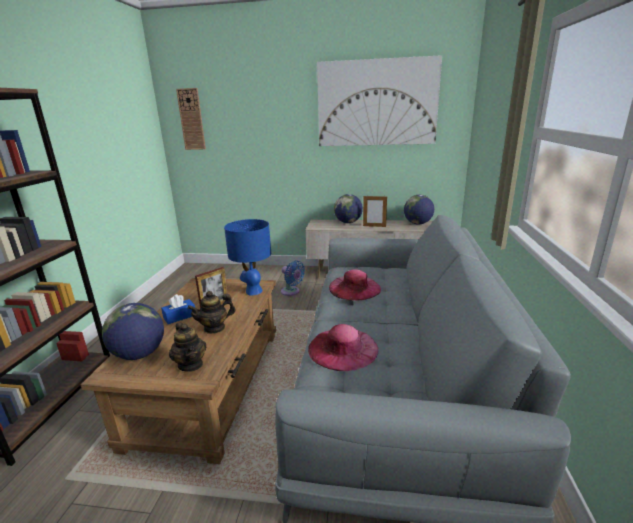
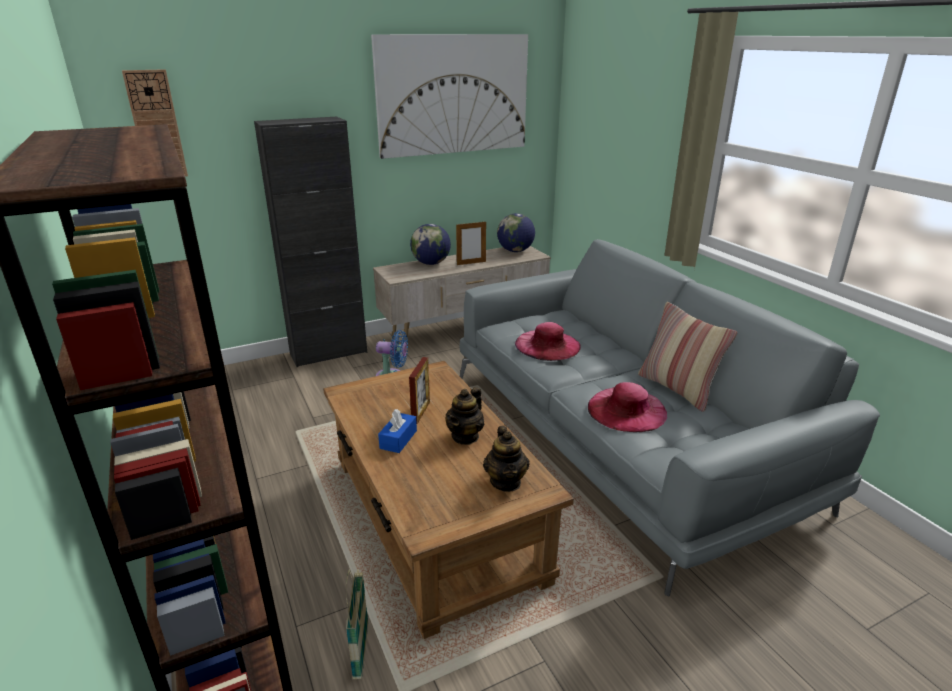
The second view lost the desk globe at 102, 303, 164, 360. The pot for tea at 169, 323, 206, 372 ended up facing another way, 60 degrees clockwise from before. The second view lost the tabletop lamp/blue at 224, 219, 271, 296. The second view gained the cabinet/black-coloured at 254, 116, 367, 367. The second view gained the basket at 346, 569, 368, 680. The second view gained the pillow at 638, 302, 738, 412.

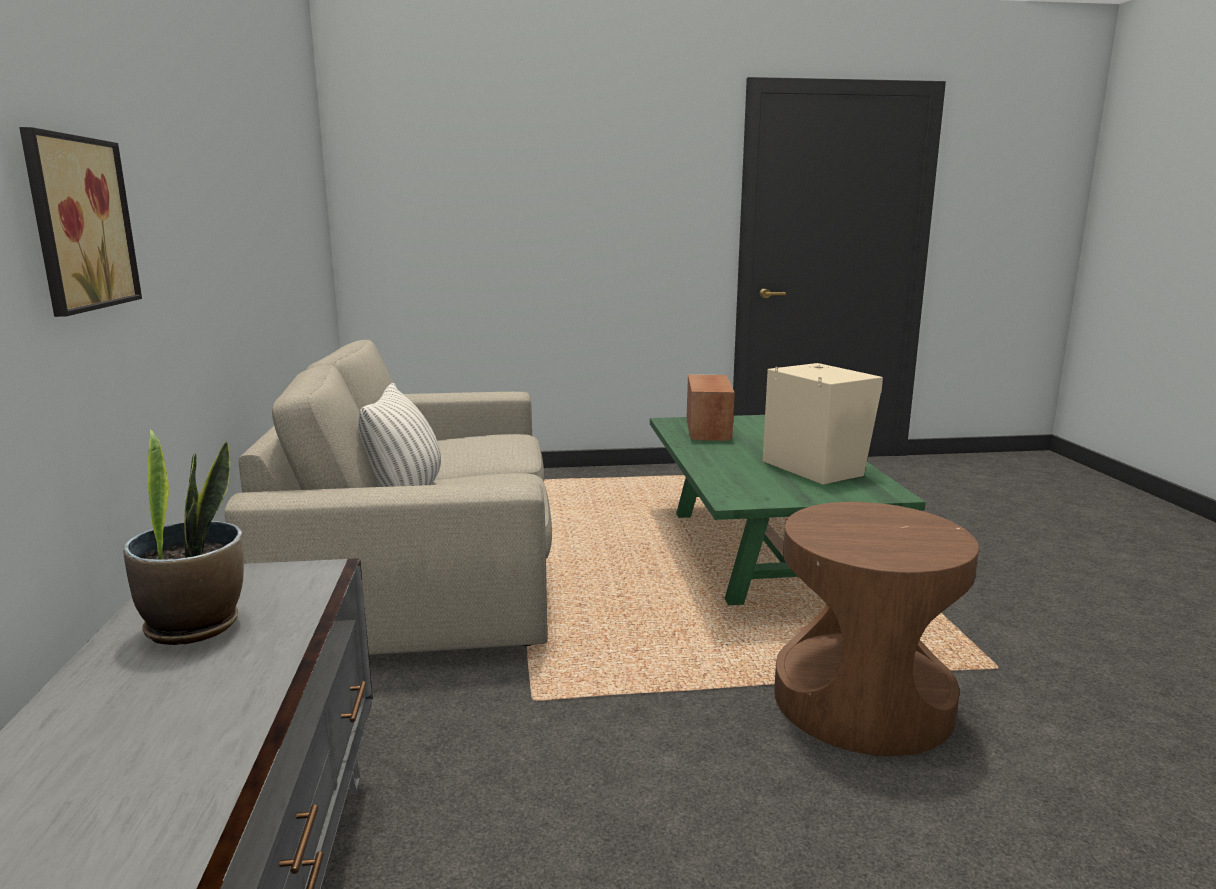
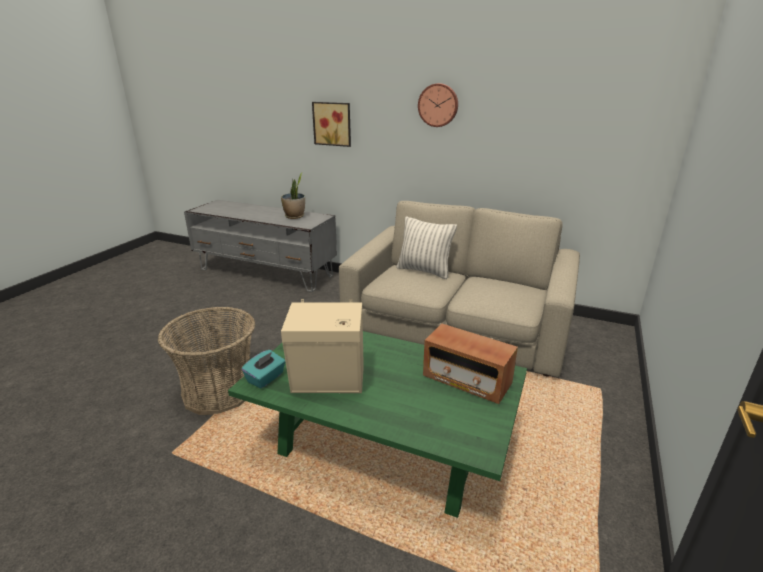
Where the accent table/brown-coloured stood at 774, 502, 979, 756, the basket came to stand at 158, 306, 255, 415. The second view gained the tissue holder/turquoise at 242, 350, 285, 388. The second view gained the hanging clock at 418, 83, 458, 127.

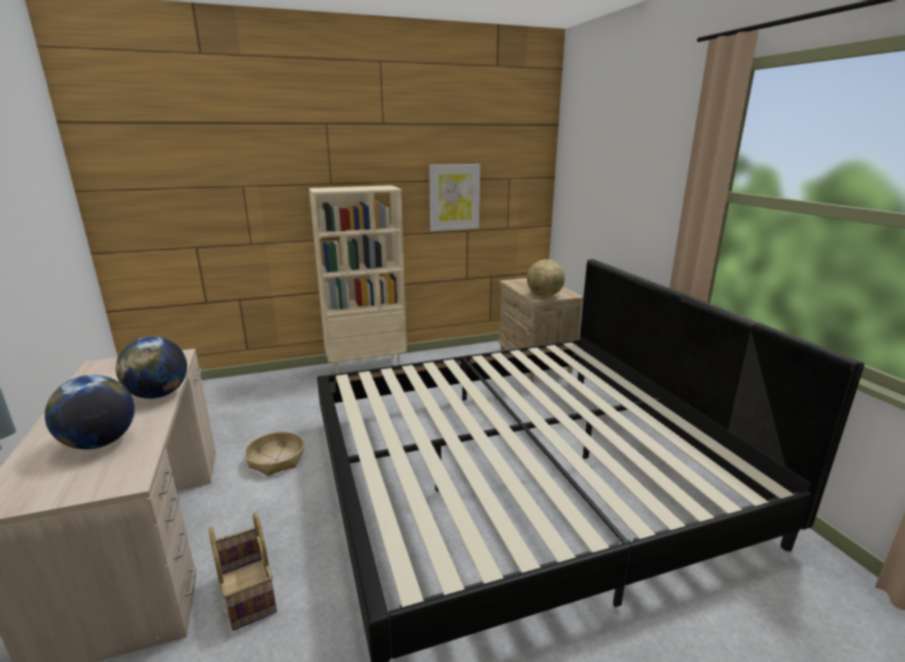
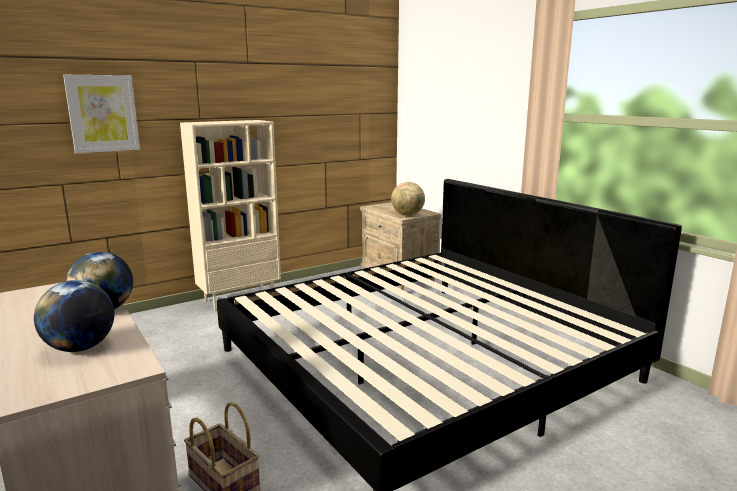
The second view lost the basket at 245, 432, 304, 476. The wall art ended up elsewhere, having gone from 429, 164, 480, 231 to 63, 75, 140, 153.

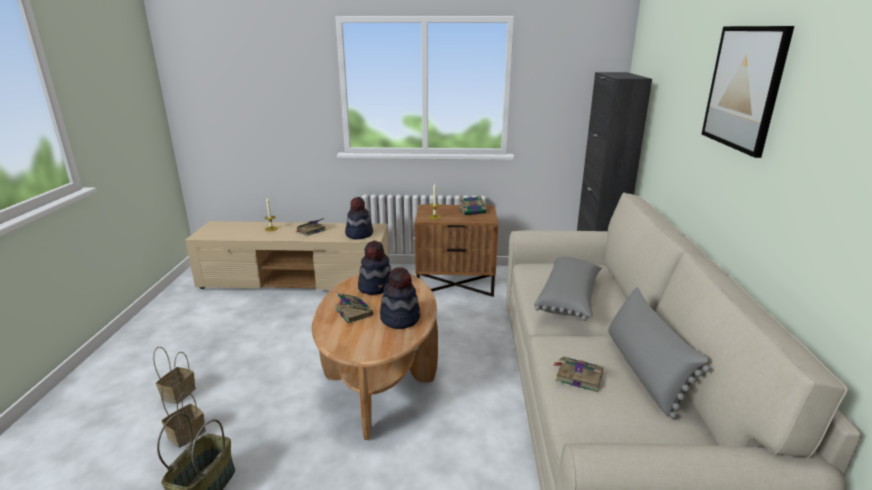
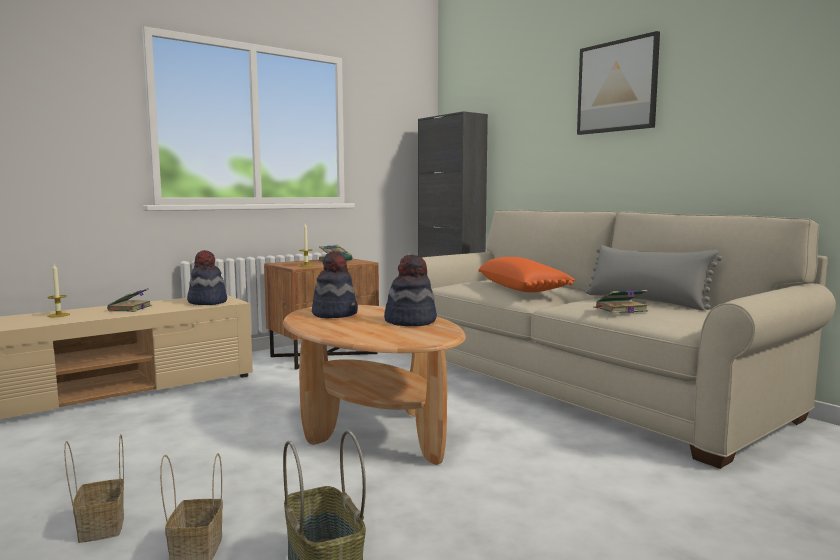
The second view lost the book at 335, 293, 373, 324. What was the pillow/gray at 534, 256, 602, 321 turned into the pillow/orange-coloured at 478, 257, 575, 293.

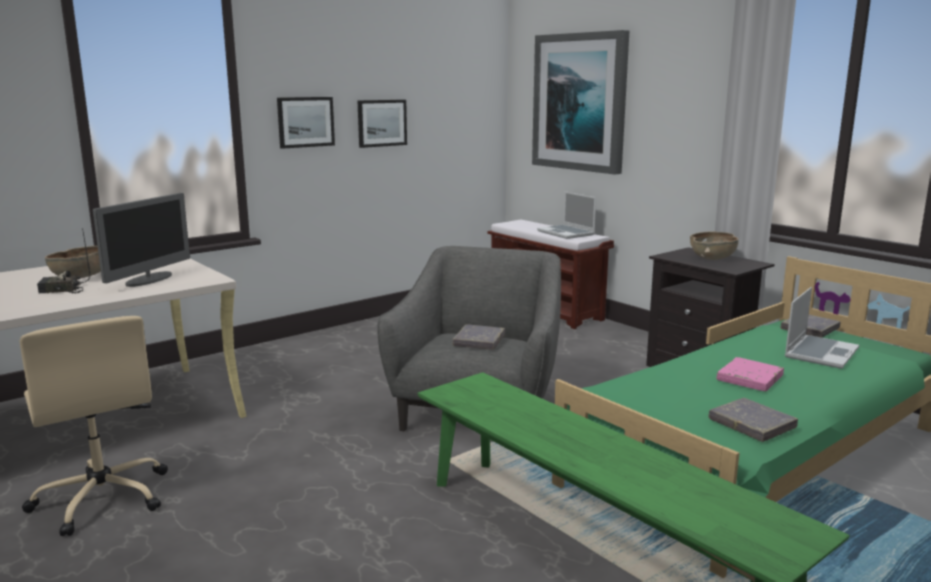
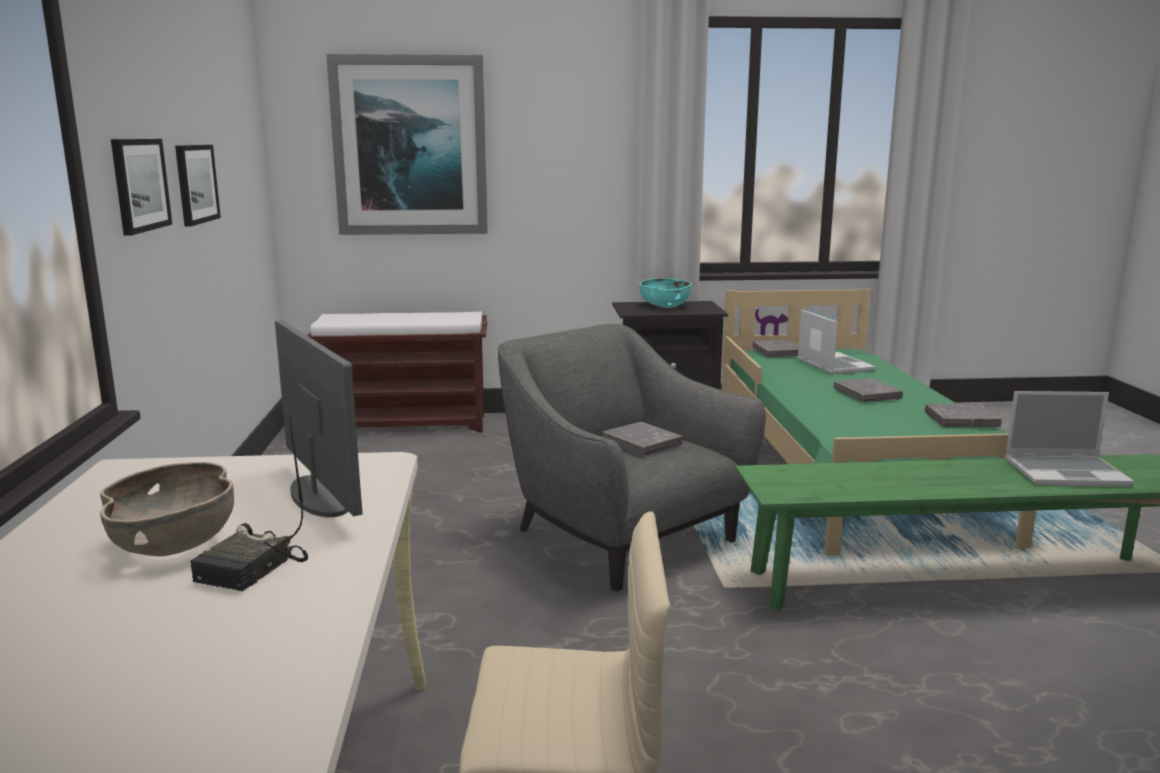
The portable computer ended up elsewhere, having gone from 537, 191, 596, 239 to 1005, 391, 1134, 487. What was the bowl/brown-coloured at 690, 232, 739, 260 turned into the bowl/turquoise at 640, 278, 692, 308. What was the book/pink-coloured at 717, 357, 784, 391 turned into the book/gray at 834, 378, 903, 402.

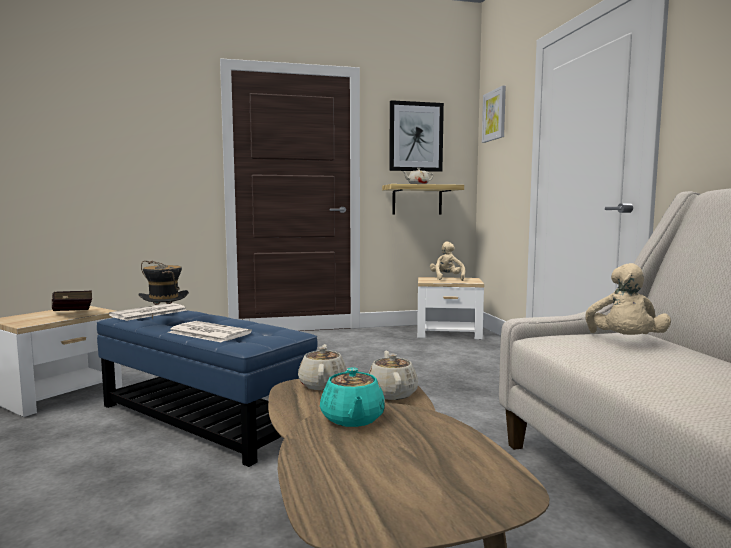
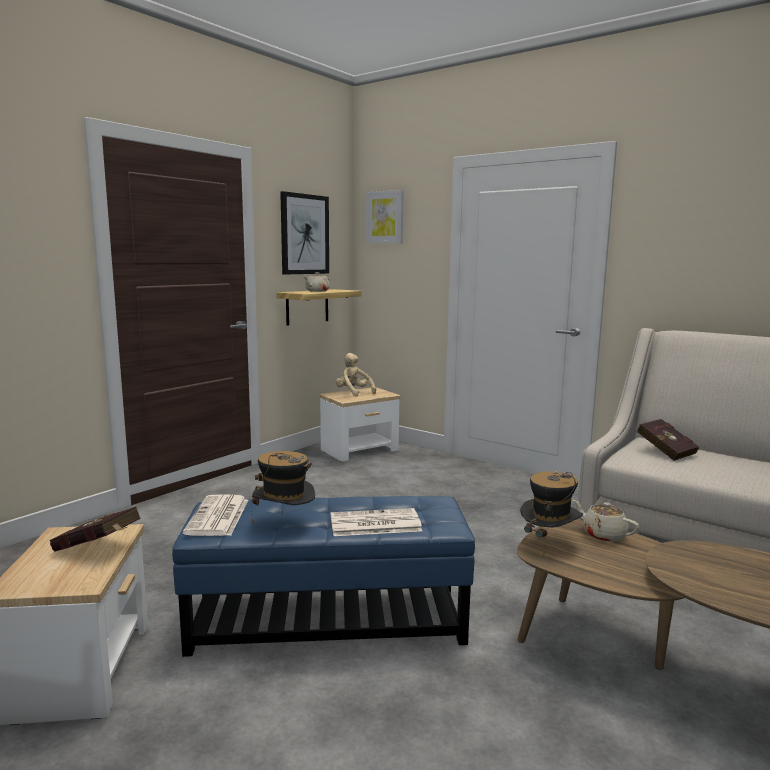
Where the pot for tea/sand-coloured stood at 298, 344, 347, 390, the hat came to stand at 520, 471, 583, 557. The second view lost the pot for tea/turquoise at 320, 368, 385, 427. Where the cuddly toy/sand-coloured stood at 585, 263, 671, 335, the book/red-coloured came to stand at 637, 419, 699, 461.

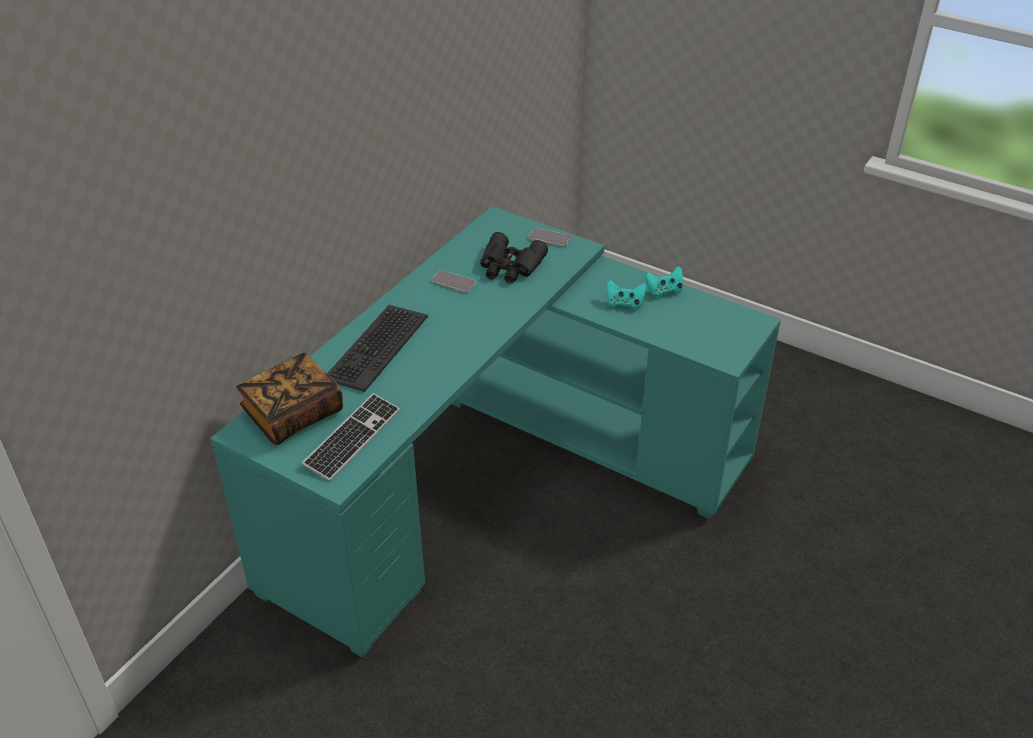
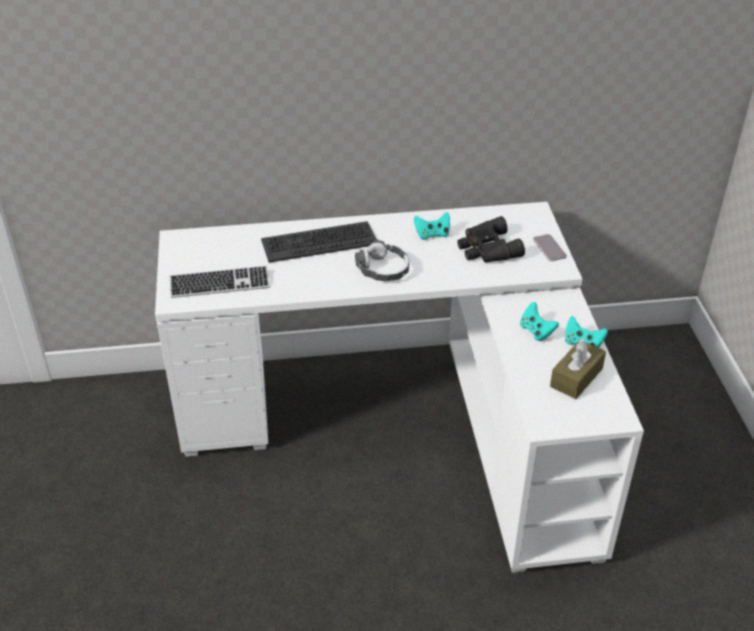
What was the desk table/turquoise at 210, 206, 781, 658 turned into the desk table/whitish at 155, 202, 644, 573. The second view lost the book at 236, 353, 343, 445. Where the handset stood at 431, 270, 476, 293, the game controller/turquoise came to stand at 414, 212, 450, 240. The second view gained the headphones at 355, 240, 409, 282. The second view gained the tissue holder/brown-coloured at 550, 339, 606, 399.

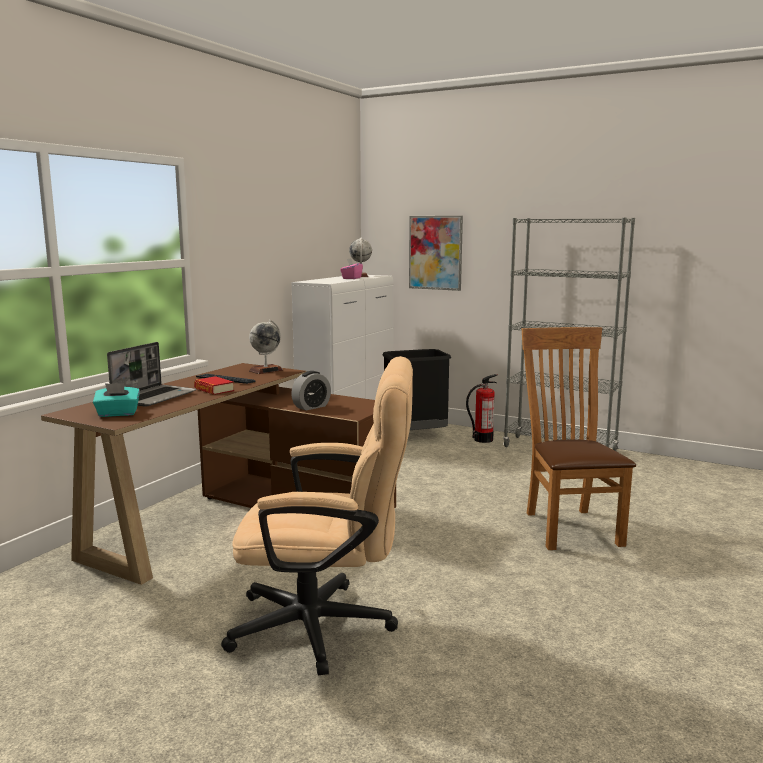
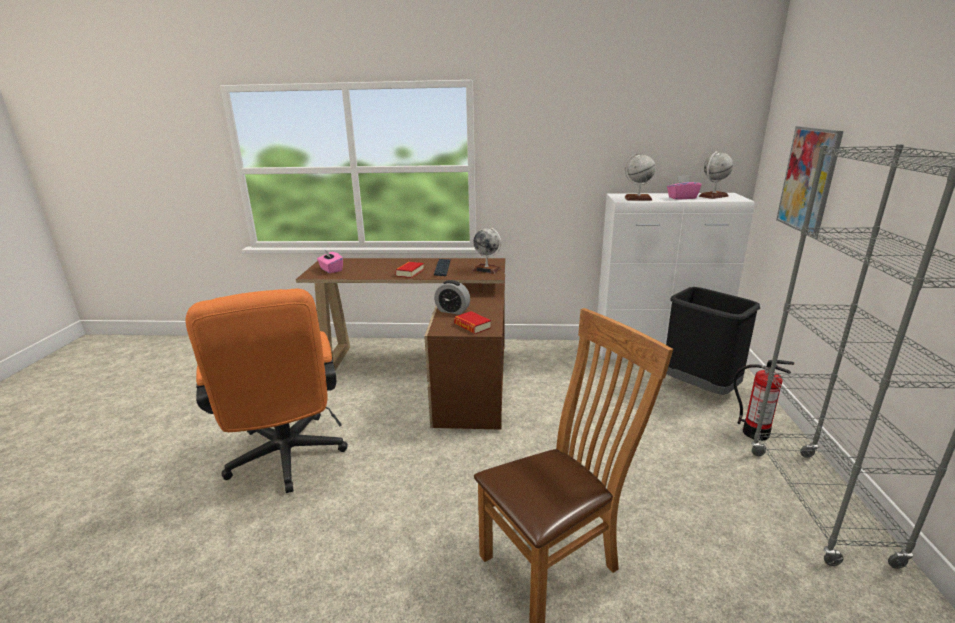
What was the tissue holder/turquoise at 93, 383, 140, 417 turned into the tissue holder/pink-coloured at 317, 250, 343, 273. The second view lost the portable computer at 107, 342, 196, 407. What was the computer chair/sand-coloured at 221, 356, 413, 676 turned into the computer chair/orange-coloured at 185, 289, 348, 493. The second view gained the book at 454, 311, 491, 334. The second view gained the desk globe at 624, 153, 656, 201.

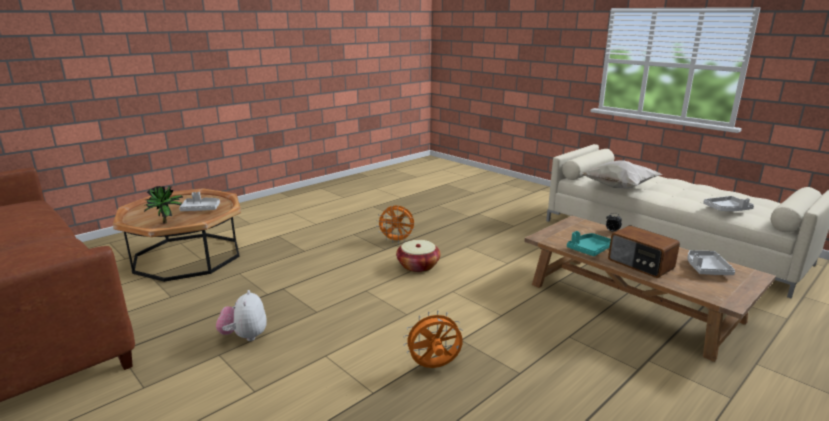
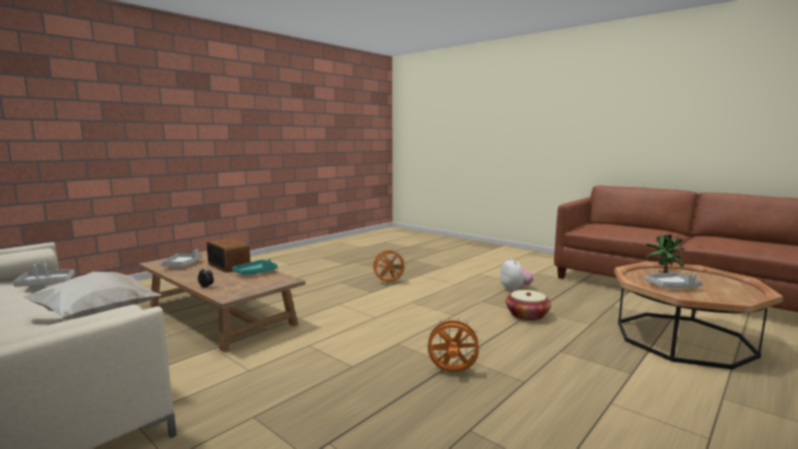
The basket ended up elsewhere, having gone from 396, 240, 441, 272 to 506, 290, 551, 321.

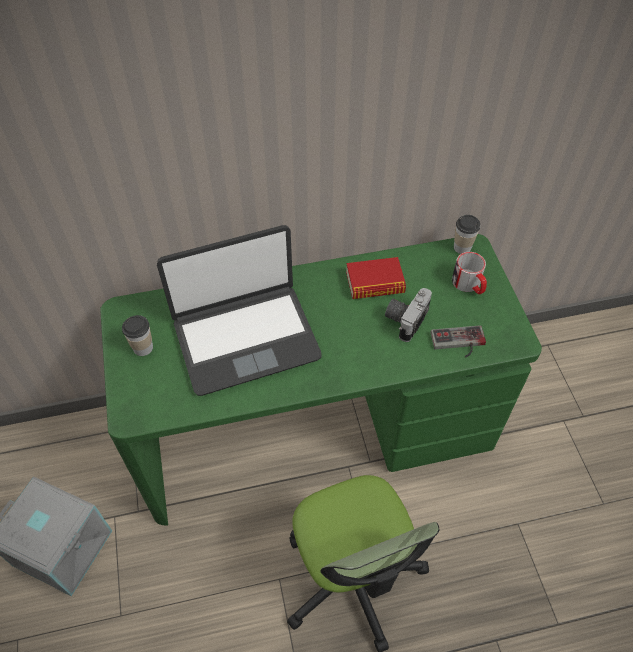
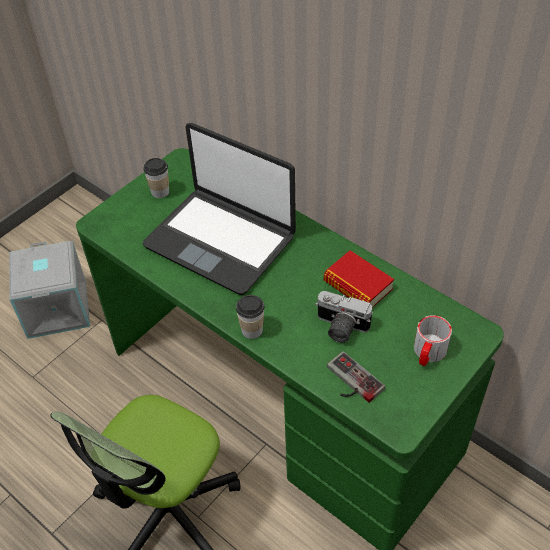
The still camera at 385, 288, 432, 342 ended up facing another way, 150 degrees counterclockwise from before. The drinking cup ended up elsewhere, having gone from 454, 215, 480, 254 to 236, 295, 264, 339.

